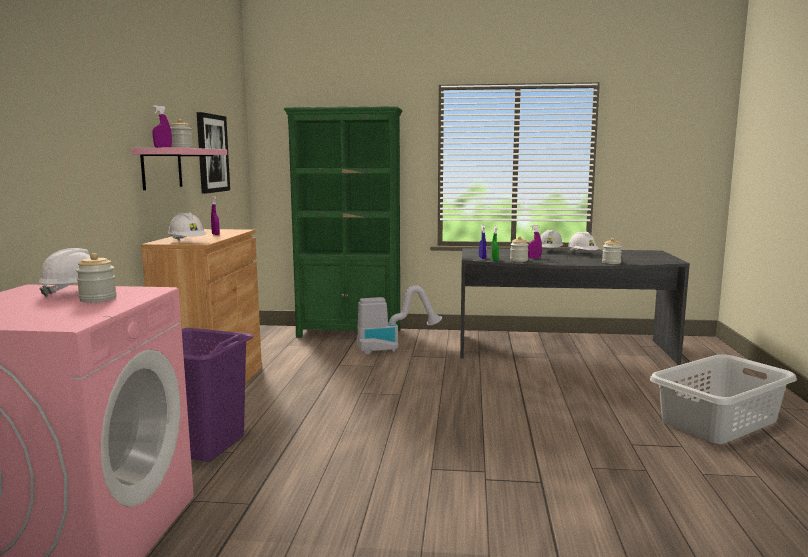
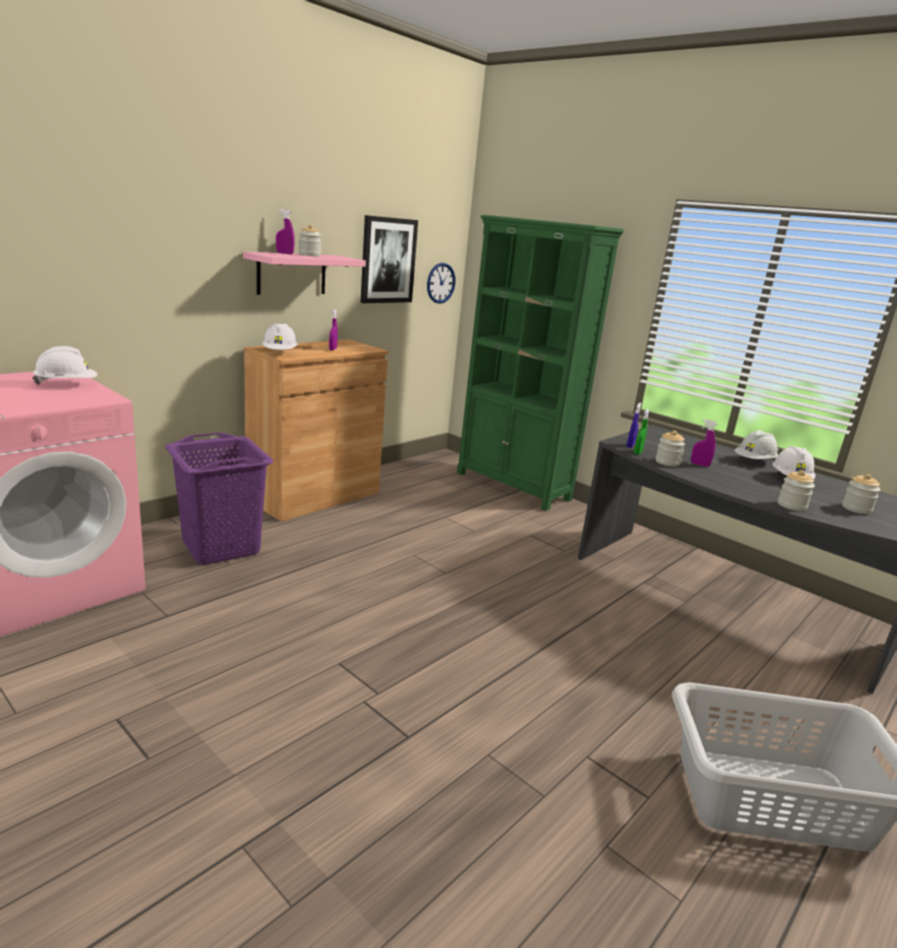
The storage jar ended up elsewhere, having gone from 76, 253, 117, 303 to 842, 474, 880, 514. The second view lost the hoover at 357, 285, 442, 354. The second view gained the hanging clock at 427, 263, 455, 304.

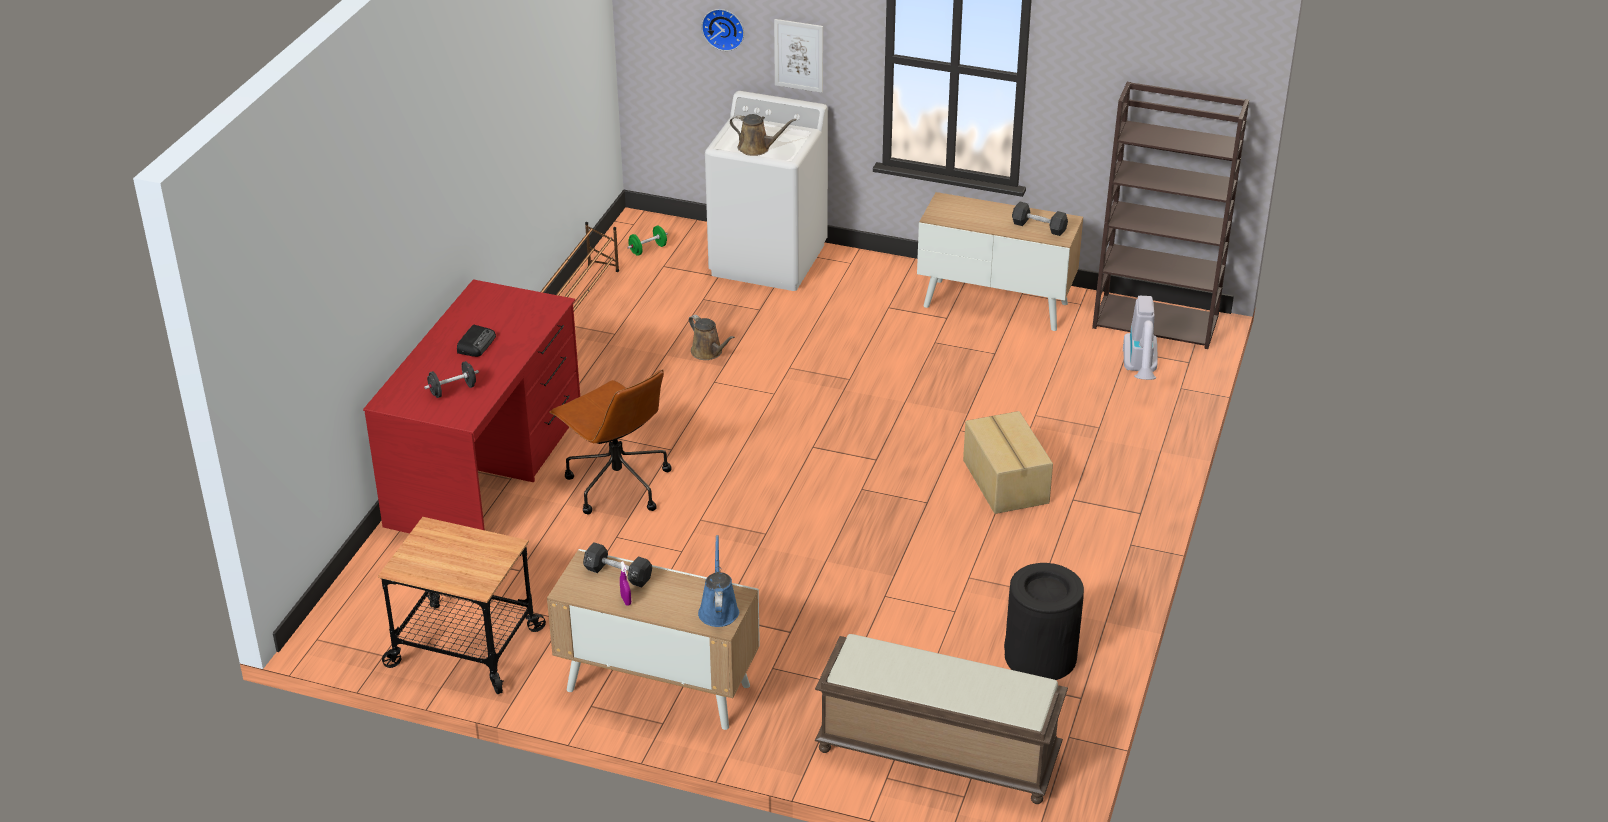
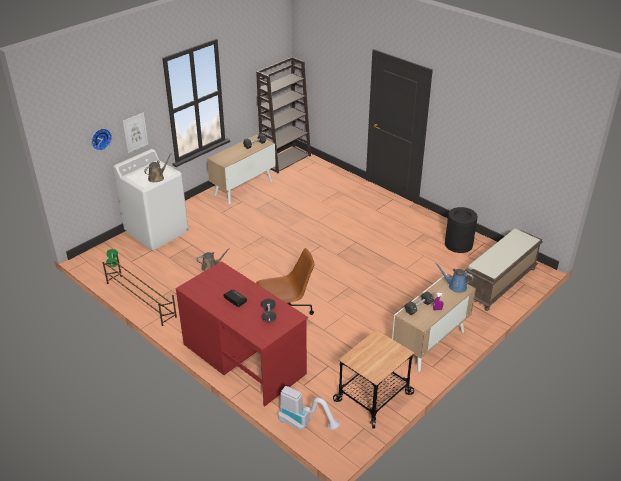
The second view lost the carton at 963, 411, 1053, 514. The hoover ended up elsewhere, having gone from 1123, 296, 1158, 380 to 278, 386, 340, 430.

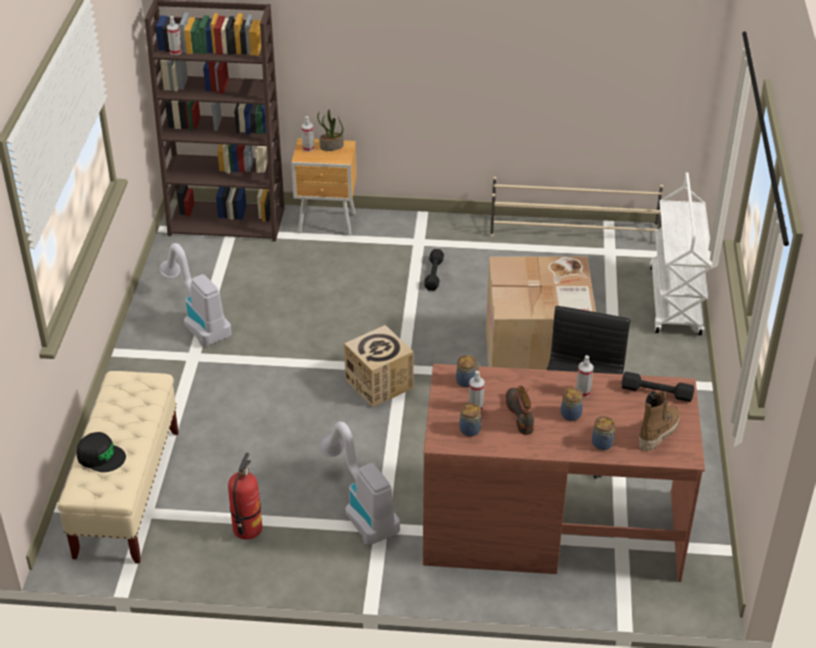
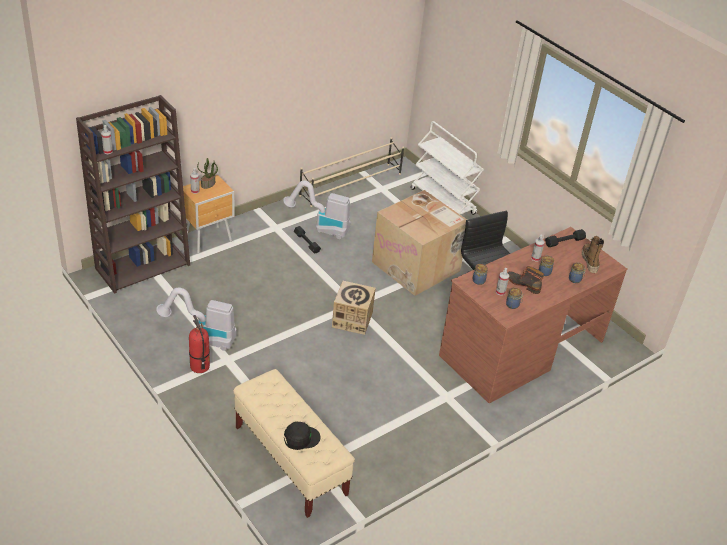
The extinguisher ended up elsewhere, having gone from 228, 453, 262, 540 to 189, 315, 210, 373. The hoover ended up elsewhere, having gone from 320, 421, 400, 544 to 283, 181, 351, 239.

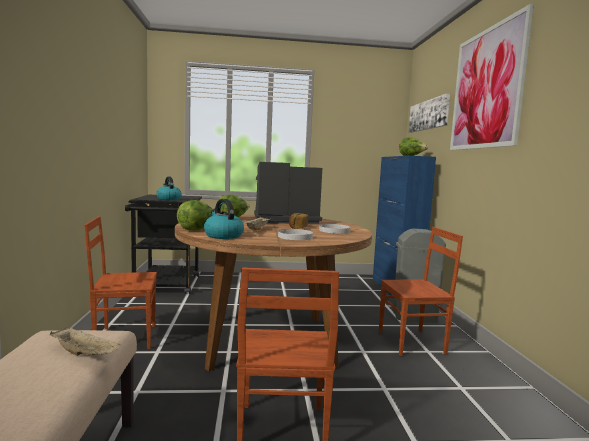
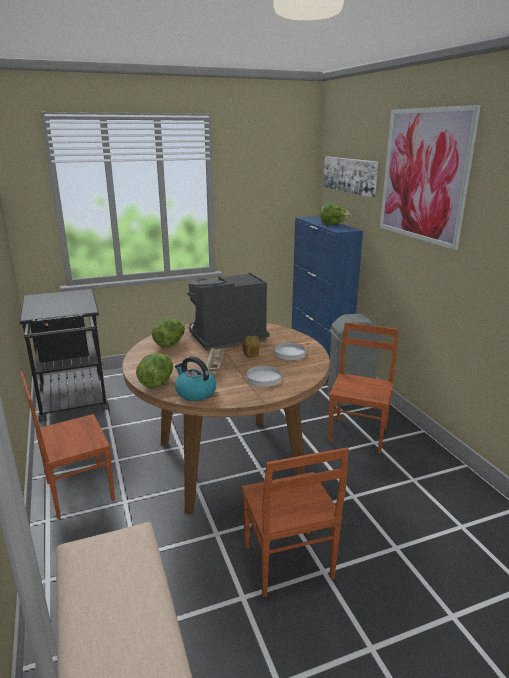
The second view lost the carrying tray/sand-coloured at 50, 327, 121, 356. The second view lost the tea kettle at 156, 177, 182, 200. The plain chair/brown-coloured at 379, 227, 463, 356 ended up facing another way, 45 degrees counterclockwise from before.

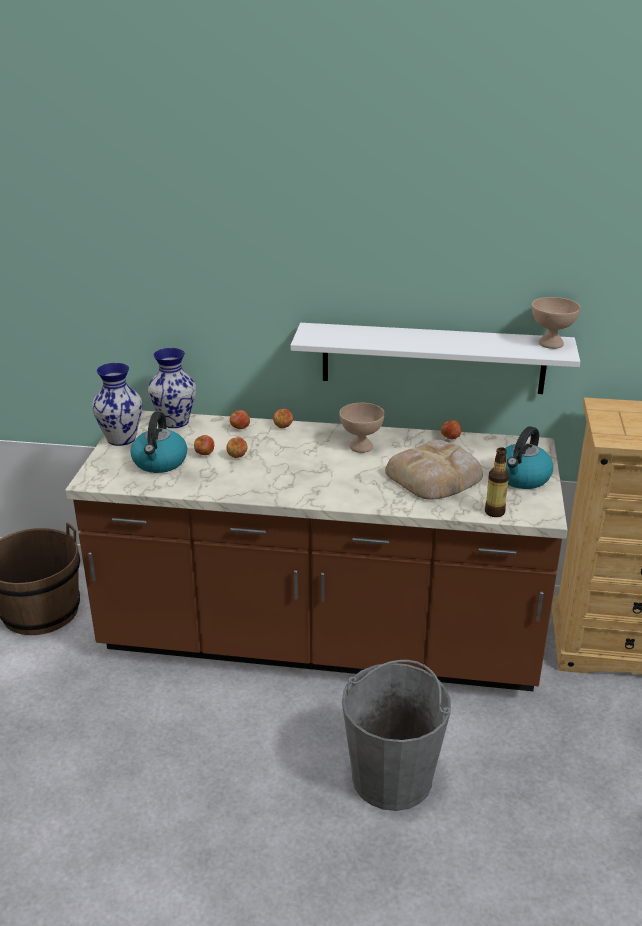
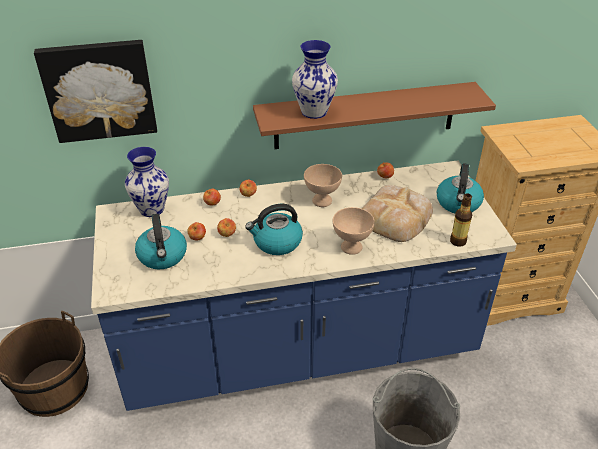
What was the counter/brown-coloured at 65, 411, 568, 691 turned into the counter/blue at 91, 160, 517, 411. The flower vase ended up elsewhere, having gone from 92, 363, 142, 446 to 292, 40, 338, 119. What was the wall shelf/whitish at 291, 323, 580, 394 turned into the wall shelf/brown-coloured at 253, 82, 496, 149. The bowl/sand-coloured ended up elsewhere, having gone from 532, 297, 581, 349 to 333, 207, 375, 255. The second view gained the wall art at 34, 40, 157, 143. The second view gained the tea kettle at 245, 204, 303, 255.

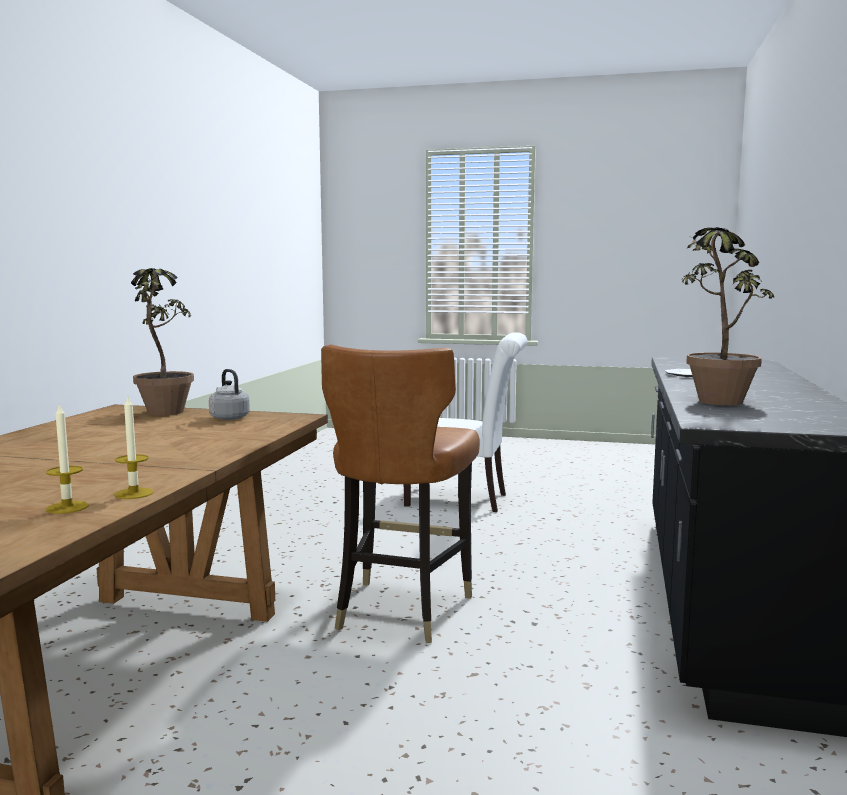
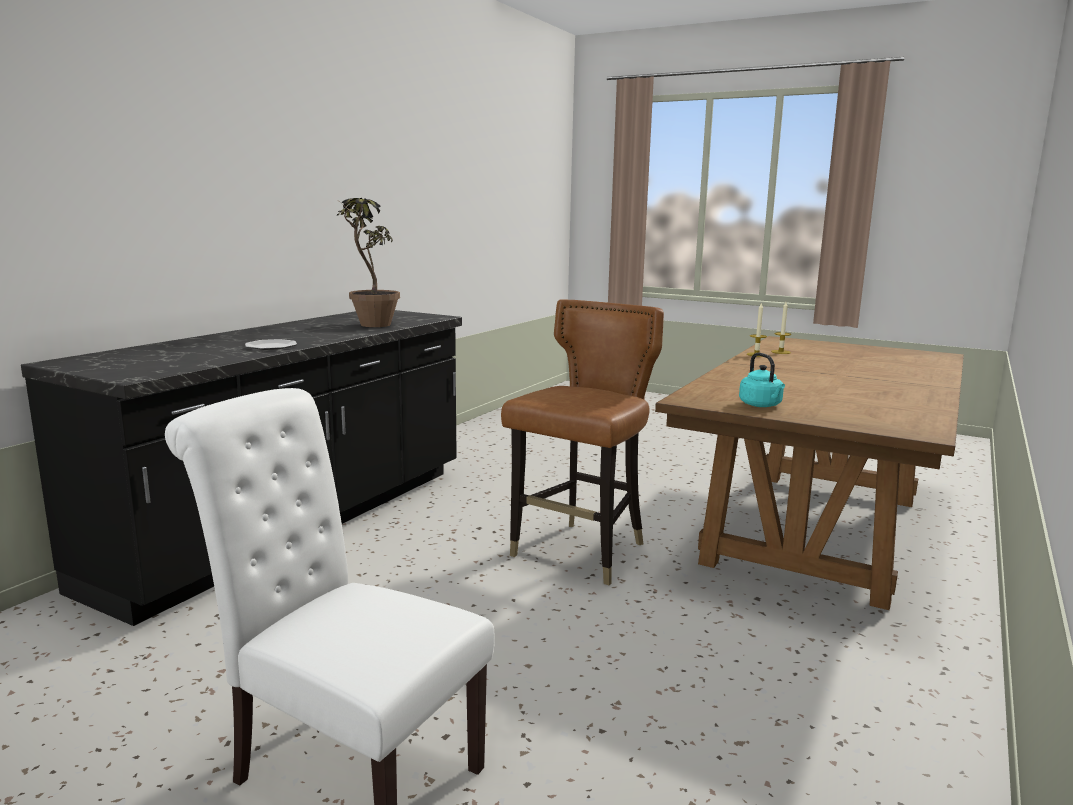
The second view lost the potted plant at 131, 268, 194, 416. What was the tea kettle/gray at 209, 369, 250, 420 turned into the tea kettle/turquoise at 739, 353, 785, 407.

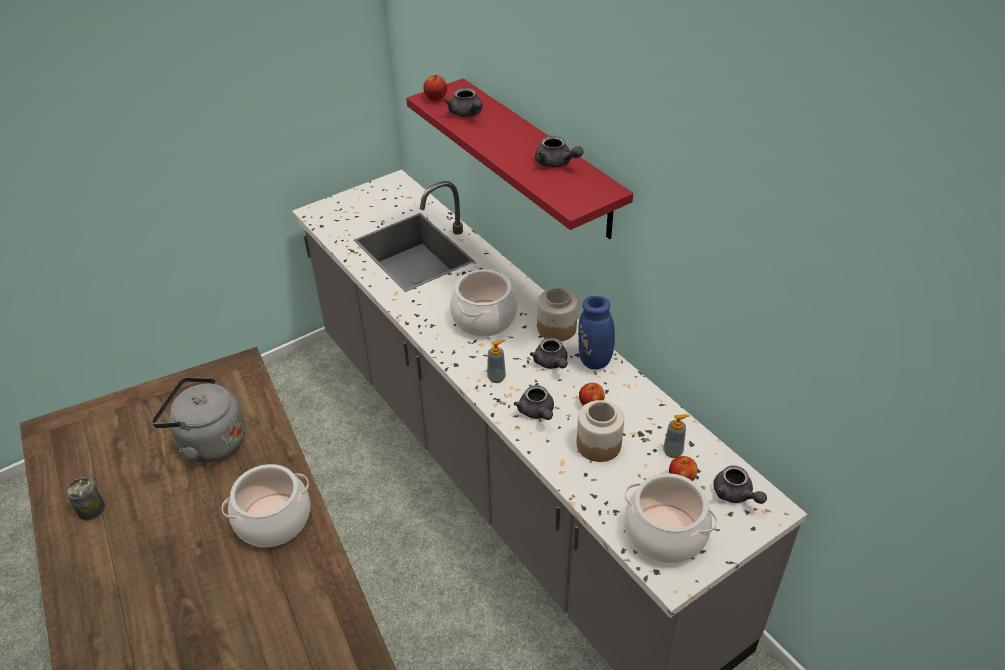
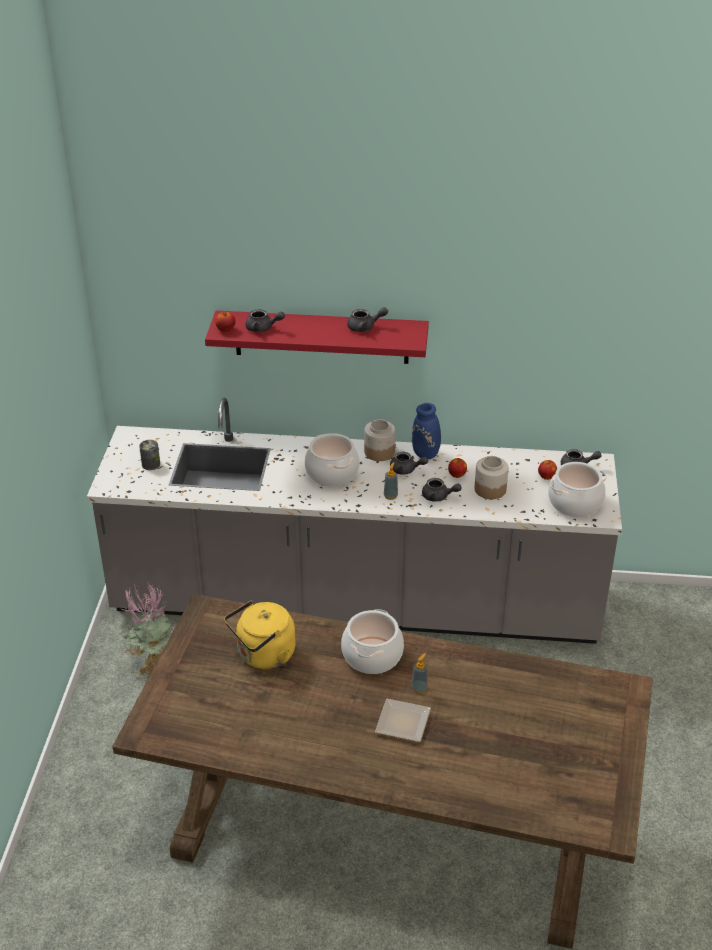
The sealed can ended up elsewhere, having gone from 66, 477, 105, 521 to 139, 440, 160, 470. What was the tea kettle/gray at 152, 377, 245, 462 turned into the tea kettle/yellowish at 224, 601, 296, 669. The soap bottle ended up elsewhere, having gone from 663, 414, 690, 458 to 411, 653, 428, 694. The second view gained the potted plant at 121, 580, 175, 681. The second view gained the plate at 375, 699, 431, 742.

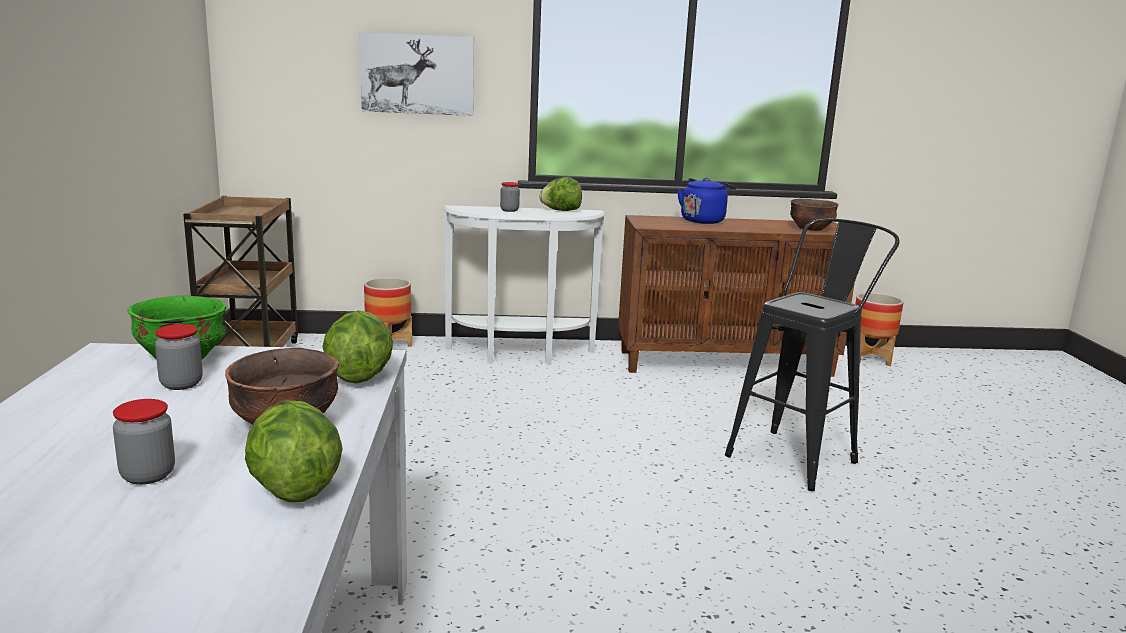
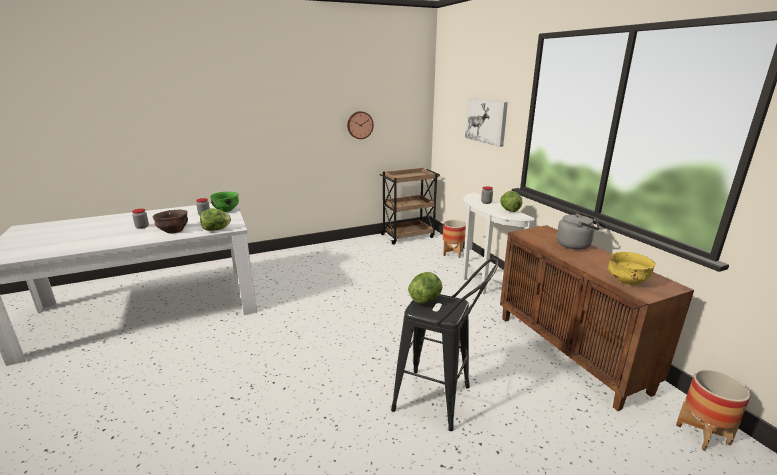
The head of lettuce ended up elsewhere, having gone from 245, 400, 343, 502 to 408, 272, 442, 304. What was the tea kettle/blue at 677, 178, 736, 224 turned into the tea kettle/gray at 557, 212, 600, 250. What was the bowl/brown-coloured at 790, 199, 839, 231 turned into the bowl/yellowish at 608, 252, 656, 286. The second view gained the hanging clock at 347, 111, 374, 139.

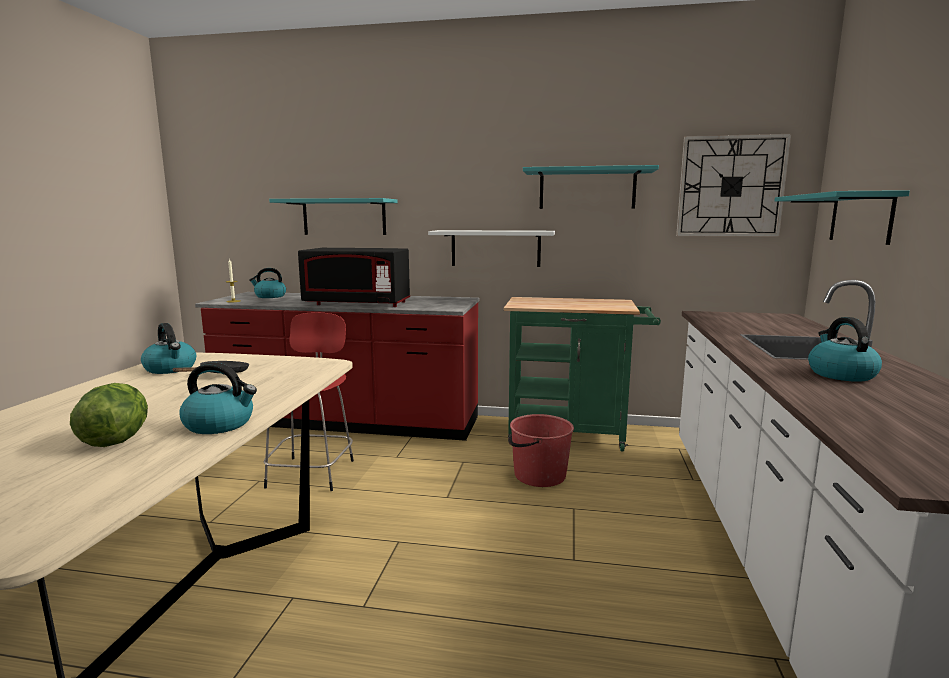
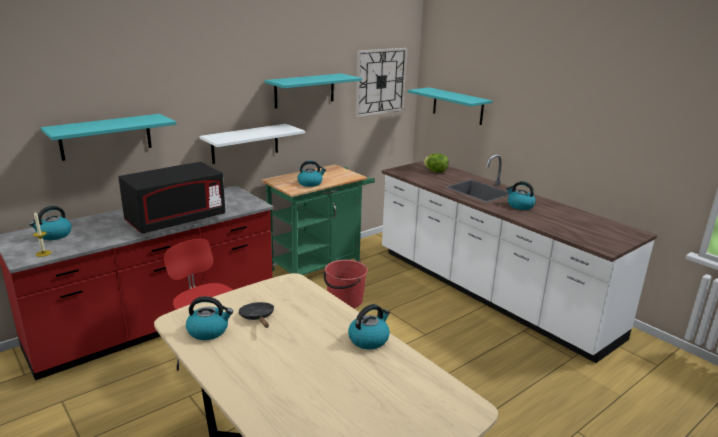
The head of lettuce ended up elsewhere, having gone from 70, 383, 148, 447 to 423, 153, 449, 172. The second view gained the tea kettle at 297, 161, 326, 187.

